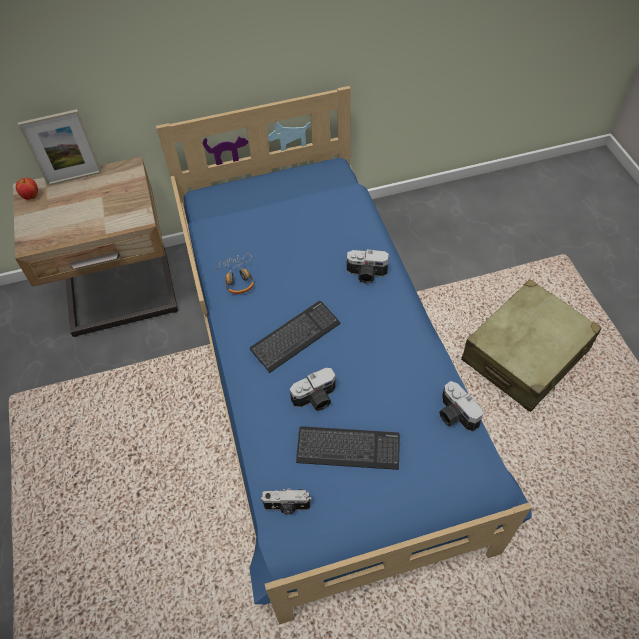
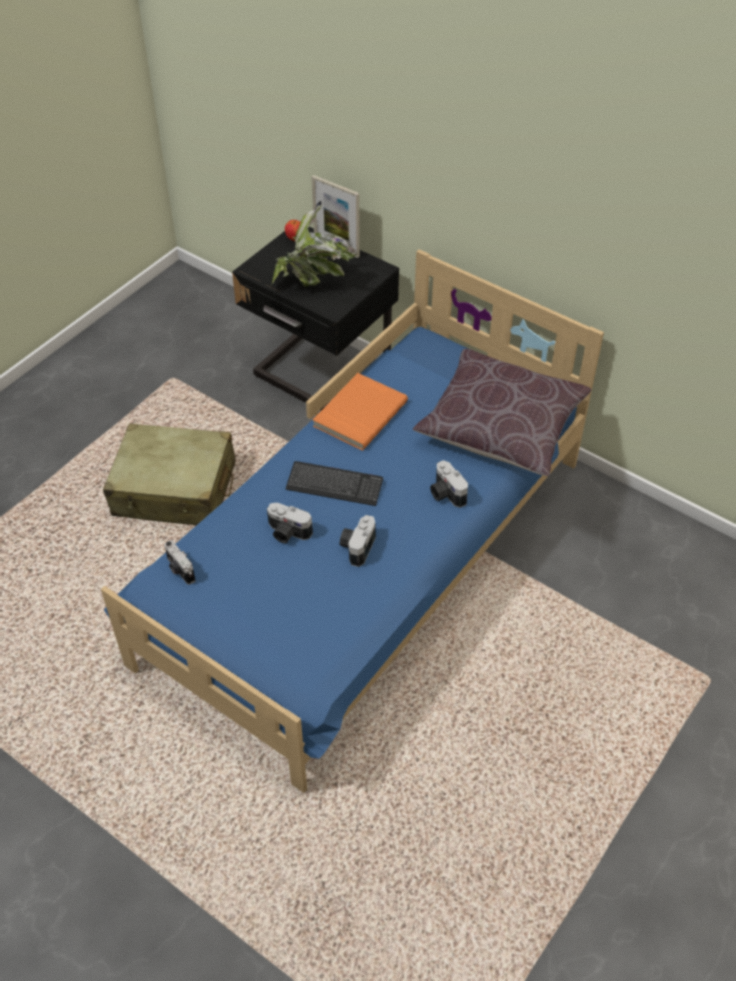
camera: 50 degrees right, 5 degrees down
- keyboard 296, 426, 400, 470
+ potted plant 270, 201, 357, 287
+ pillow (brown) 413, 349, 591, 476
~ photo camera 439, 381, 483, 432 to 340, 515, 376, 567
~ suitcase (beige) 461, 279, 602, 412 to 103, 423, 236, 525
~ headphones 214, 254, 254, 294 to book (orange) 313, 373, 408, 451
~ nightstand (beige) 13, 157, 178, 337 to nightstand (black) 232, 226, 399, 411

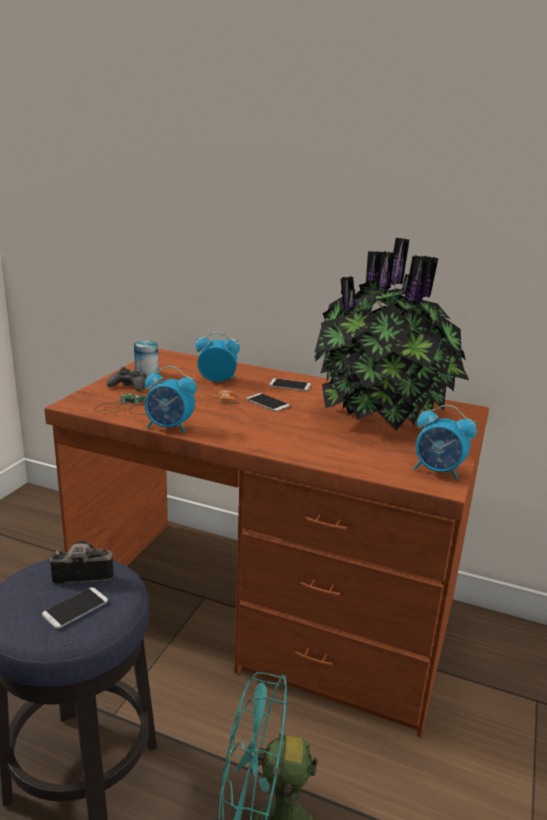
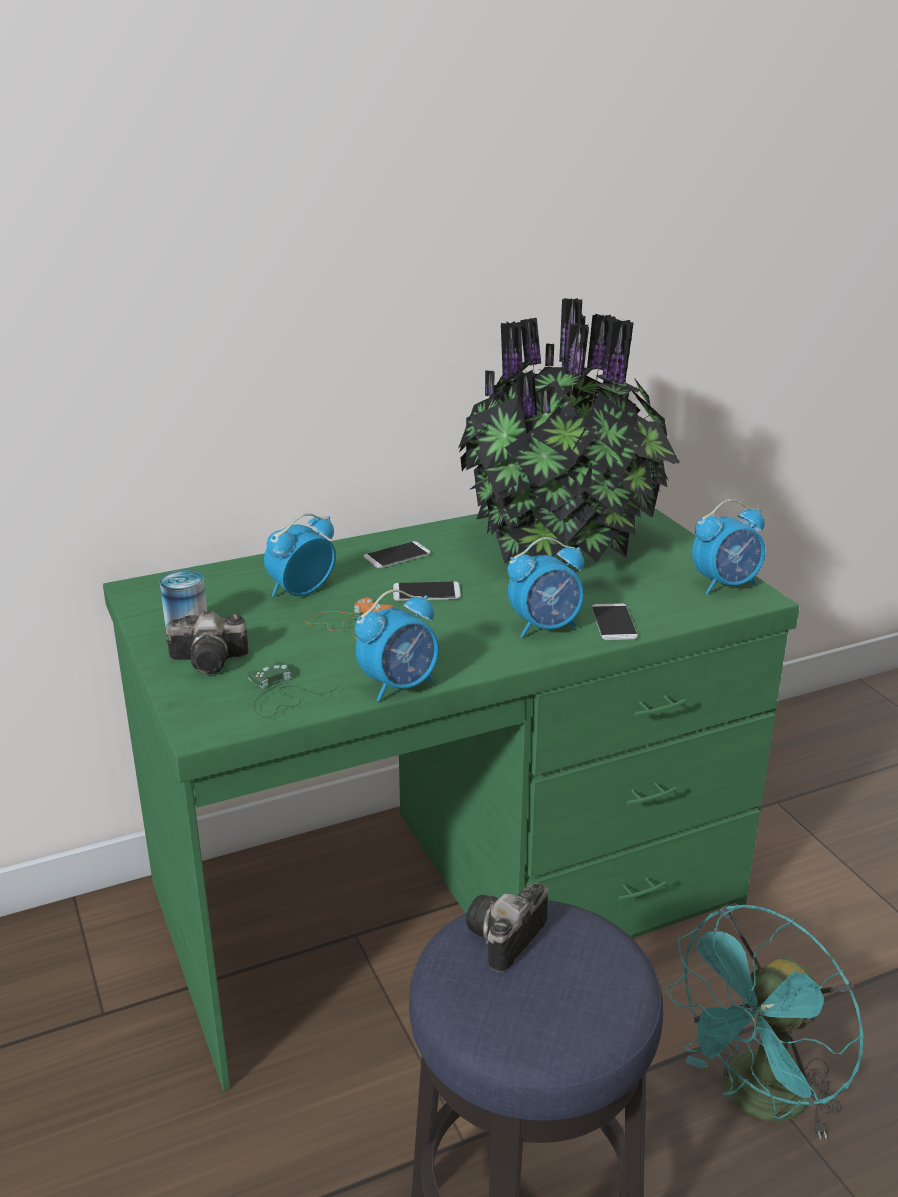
camera: 45 degrees left, 5 degrees up
+ alarm clock 508, 537, 584, 638
~ phone 42, 587, 108, 629 to 591, 603, 638, 640
~ game controller (black) 107, 367, 147, 392 to photo camera 166, 611, 249, 675
~ desk (brown) 44, 349, 489, 737 to desk (green) 103, 508, 799, 1090

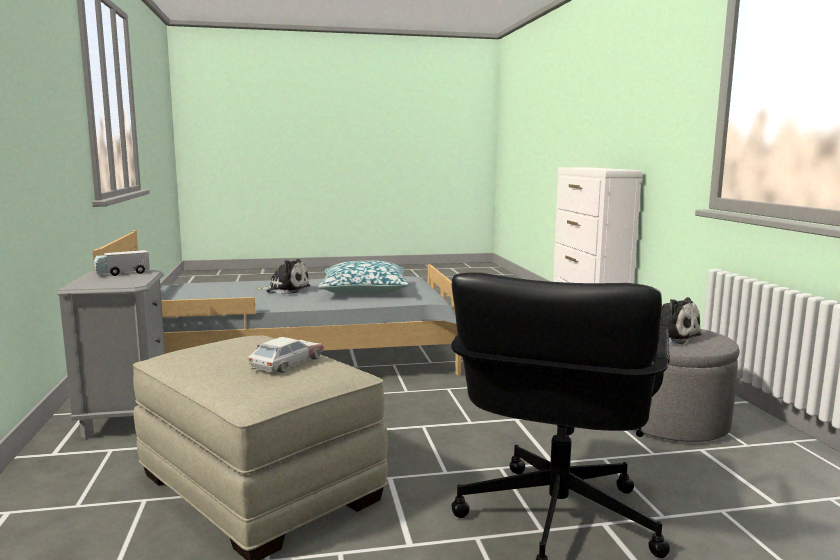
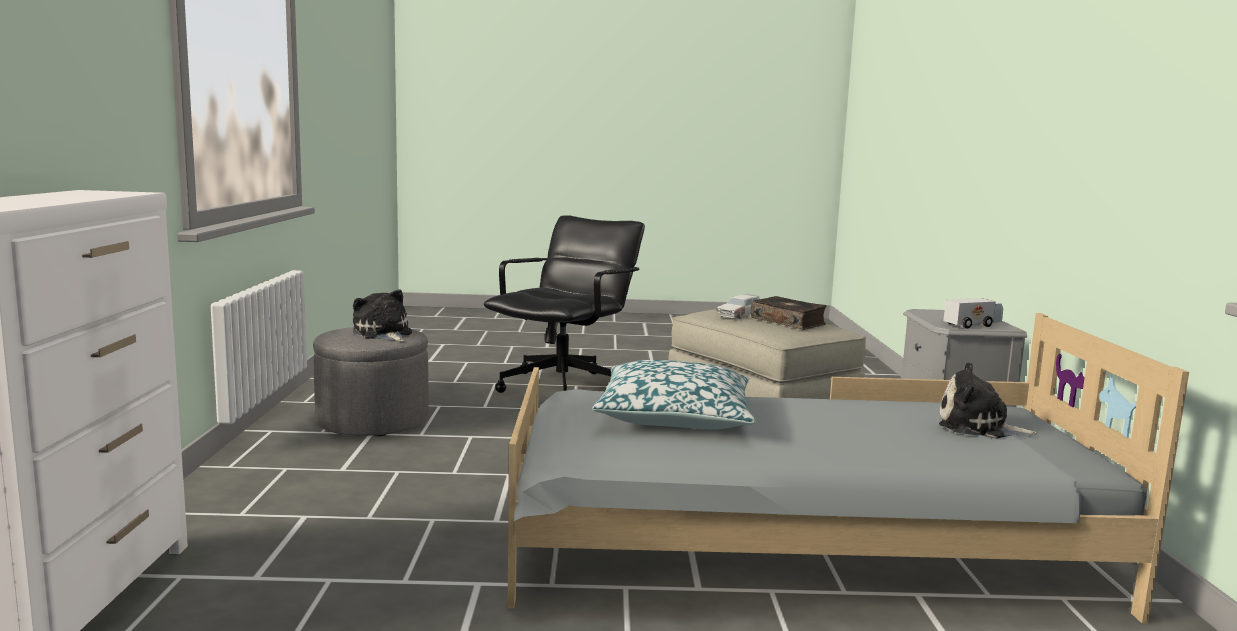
camera: 170 degrees left, 0 degrees up
+ book 751, 296, 827, 330
~ plush toy 258, 259, 310, 294 to 939, 363, 1037, 438

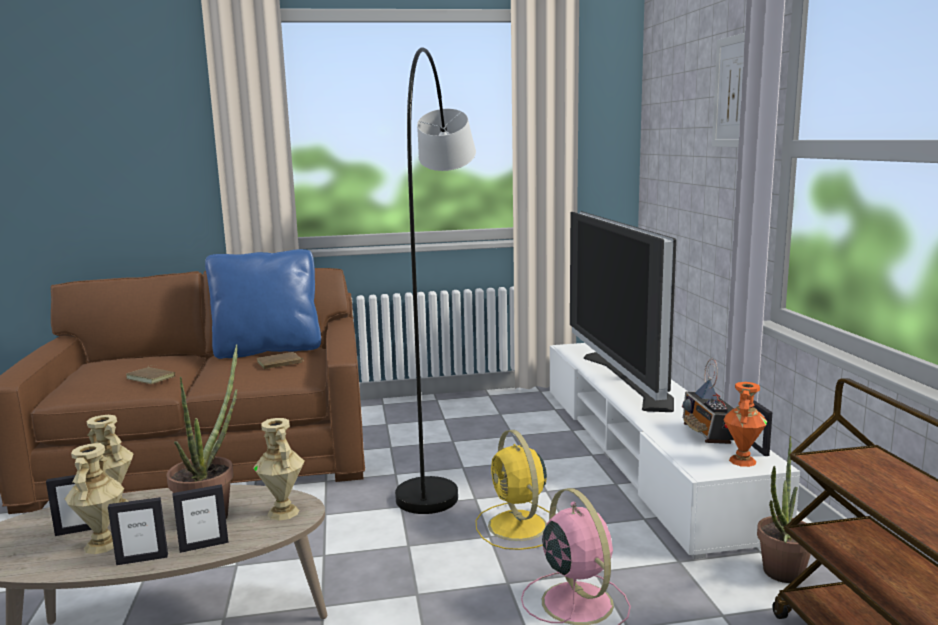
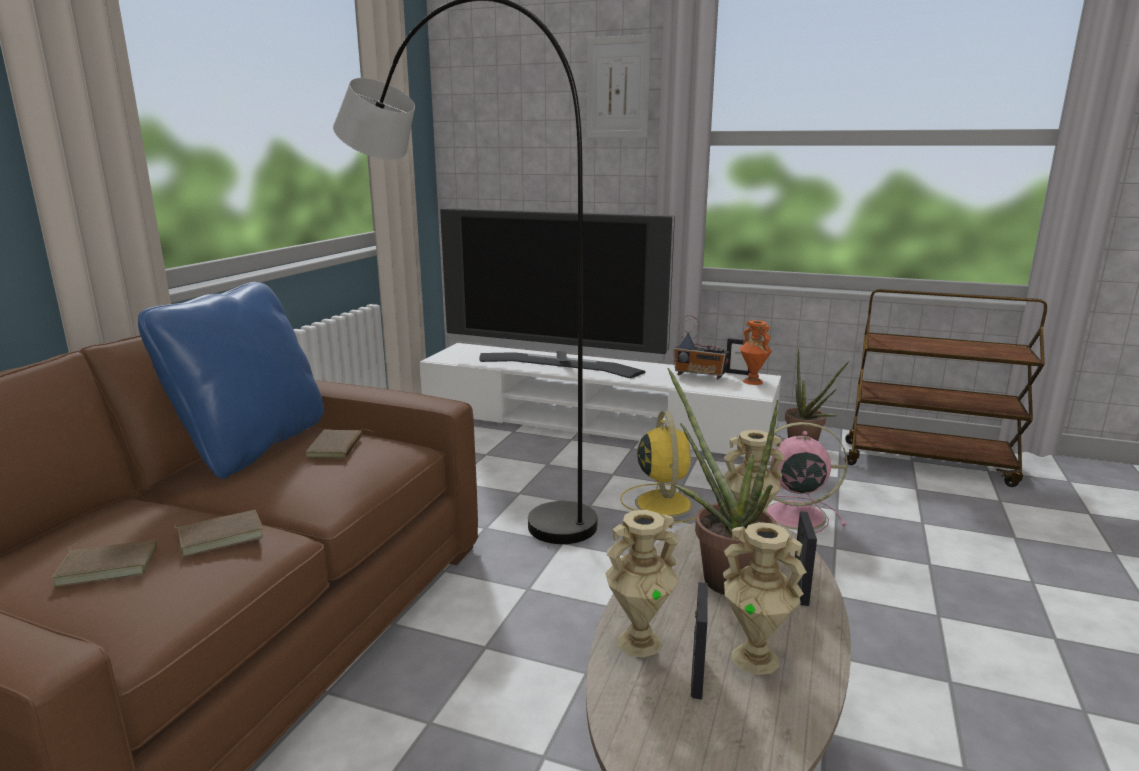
camera: 60 degrees left, 5 degrees up
- picture frame 108, 497, 168, 565
+ book (brown) 52, 540, 158, 587
~ fan (yellow) 476, 430, 550, 550 = 620, 411, 696, 523 105 degrees counterclockwise

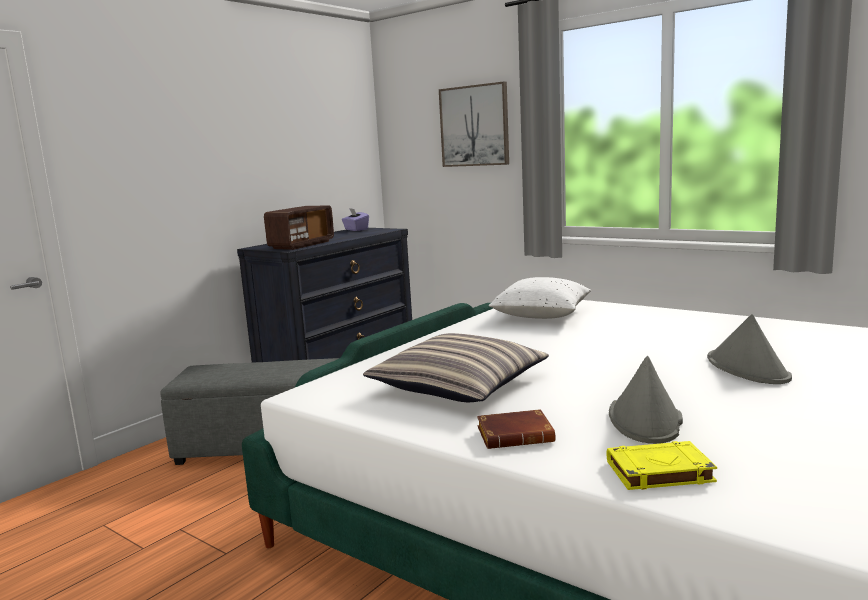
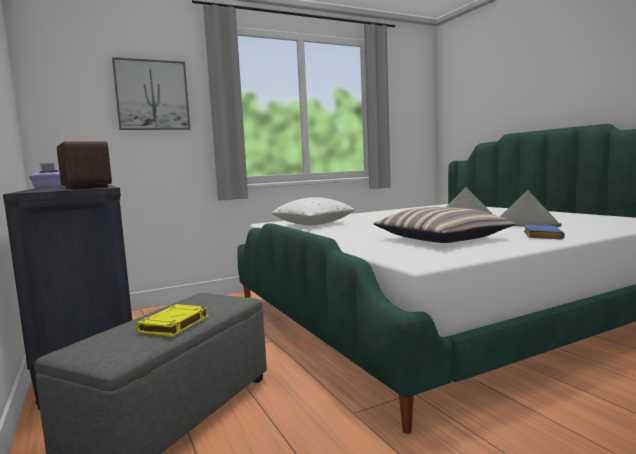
camera: 65 degrees left, 5 degrees down
~ book (yellow) 606, 441, 717, 490 to 136, 304, 209, 337
~ book (brown) 477, 409, 555, 449 to book (blue) 524, 225, 565, 239

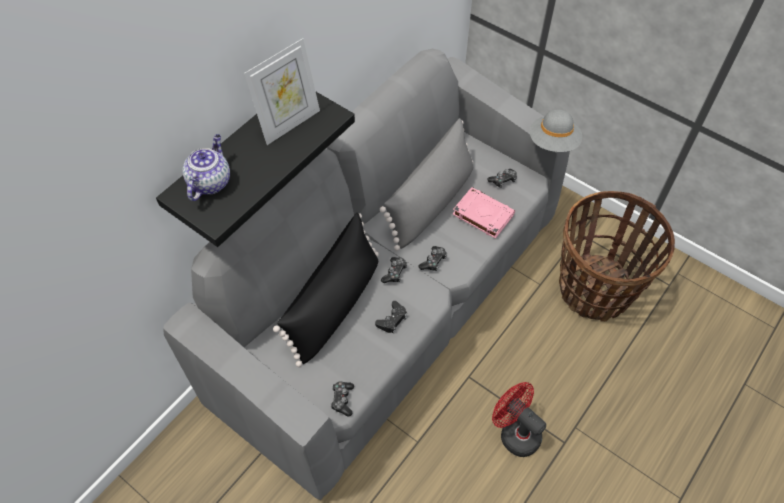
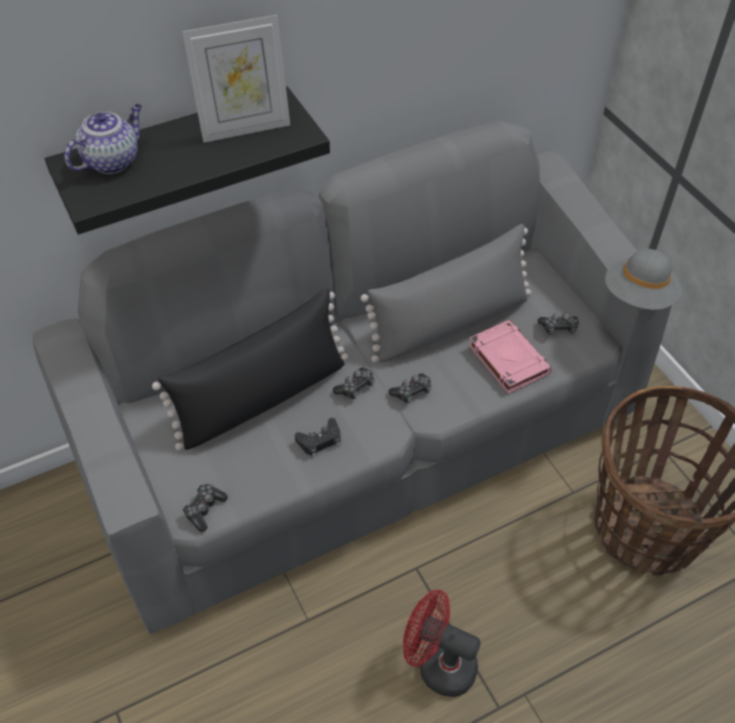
camera: 25 degrees right, 5 degrees down
~ fan (red) 492, 382, 546, 457 = 403, 589, 481, 697 45 degrees counterclockwise

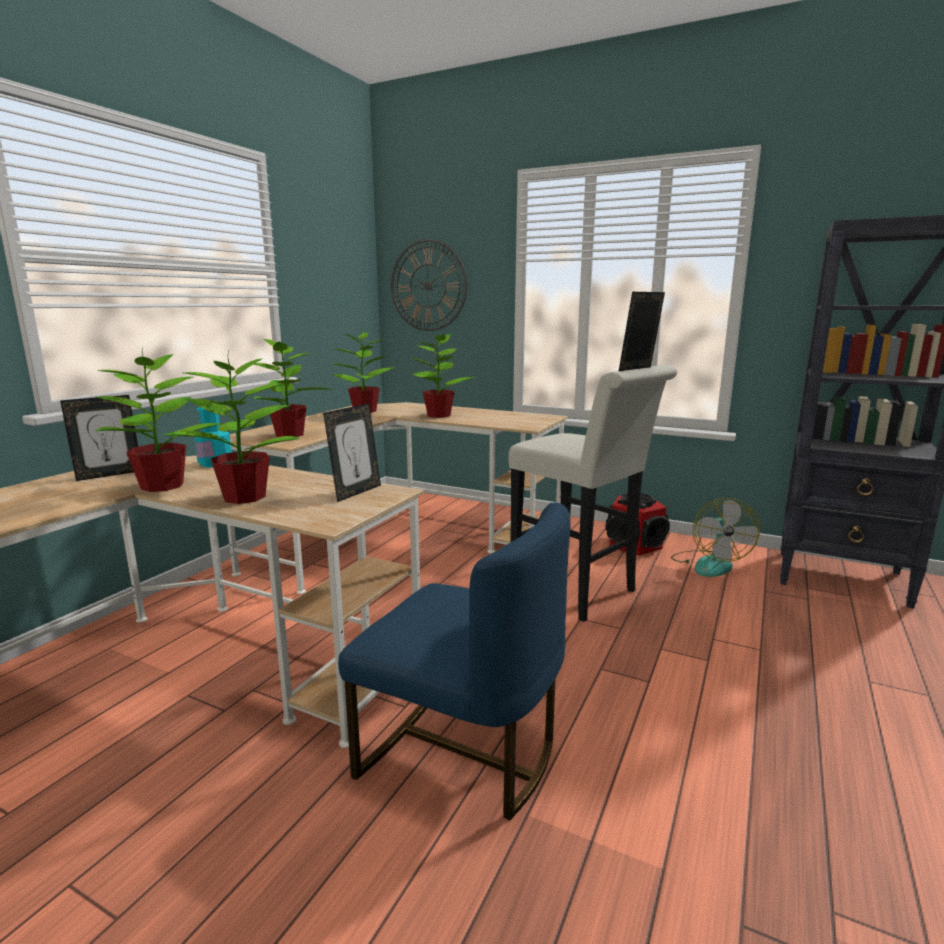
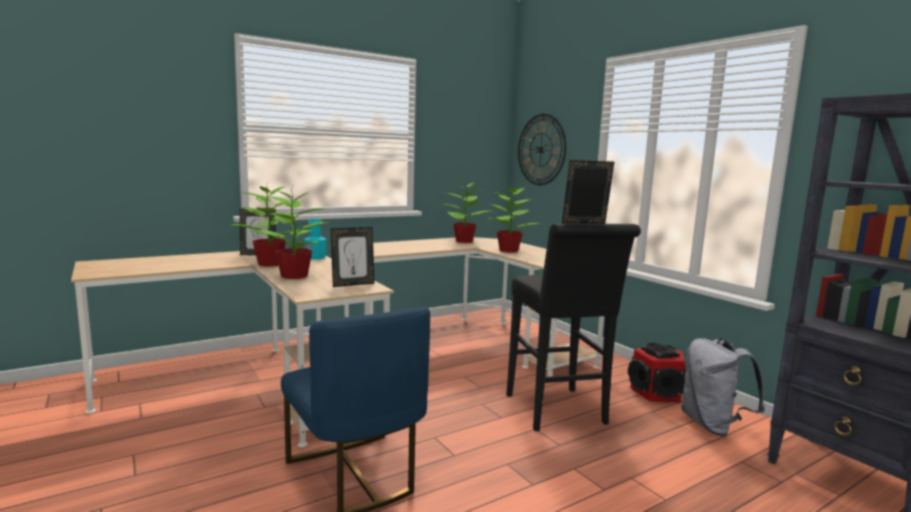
camera: 30 degrees right, 5 degrees down
- potted plant 253, 334, 334, 437
~ fan 671, 498, 760, 577 to backpack (grey) 681, 338, 765, 436
~ stool (white) 509, 365, 677, 622 to stool (black) 506, 223, 641, 431

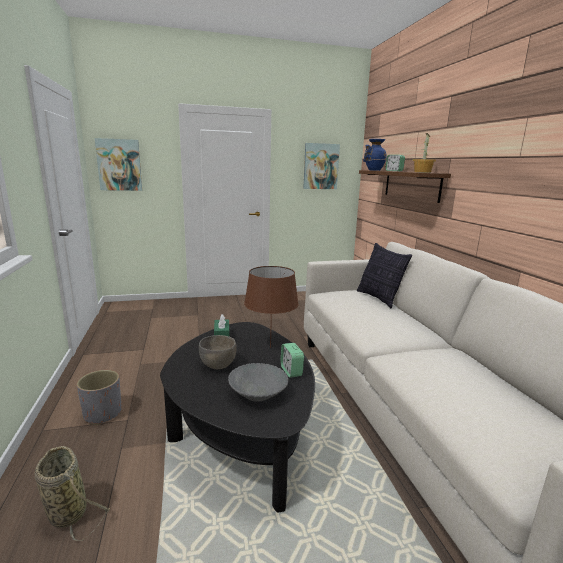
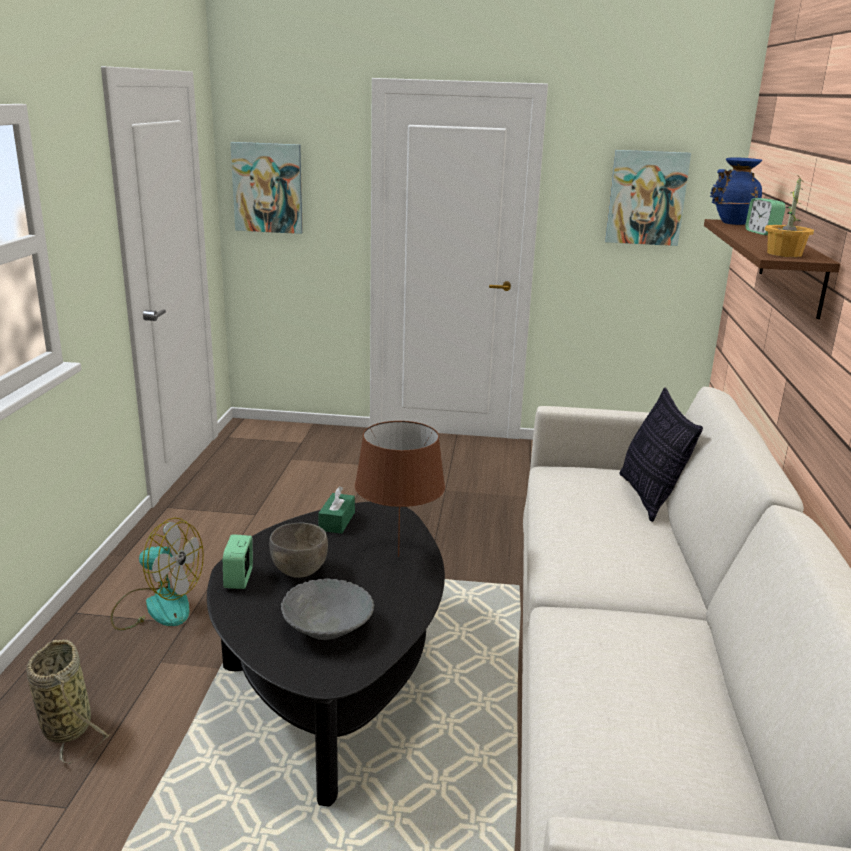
camera: 20 degrees right, 5 degrees up
~ alarm clock 280, 343, 304, 378 to 223, 534, 253, 589
~ planter (grey) 77, 370, 122, 425 to fan 111, 517, 204, 630

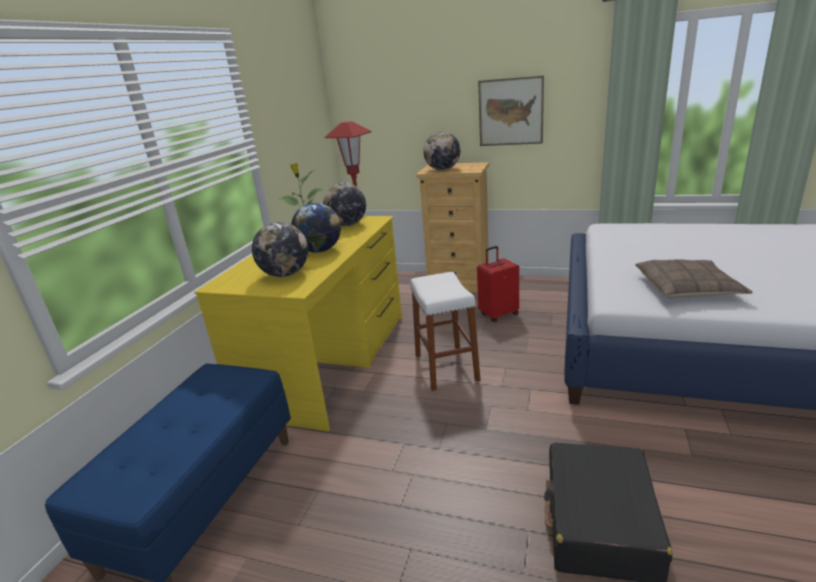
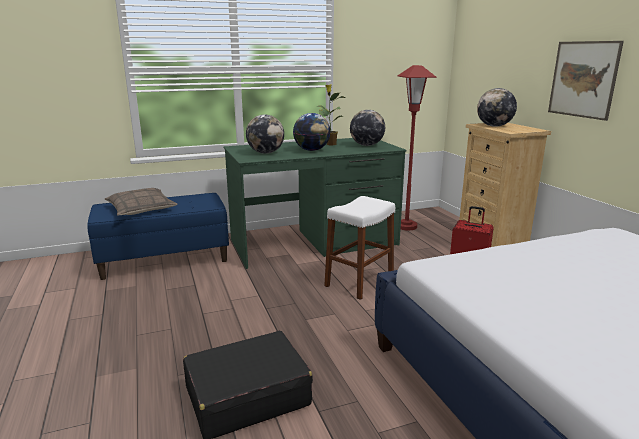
camera: 50 degrees right, 5 degrees down
~ pillow 635, 259, 753, 298 to 105, 188, 177, 215
~ desk (yellow) 194, 216, 402, 432 to desk (green) 223, 138, 407, 269

